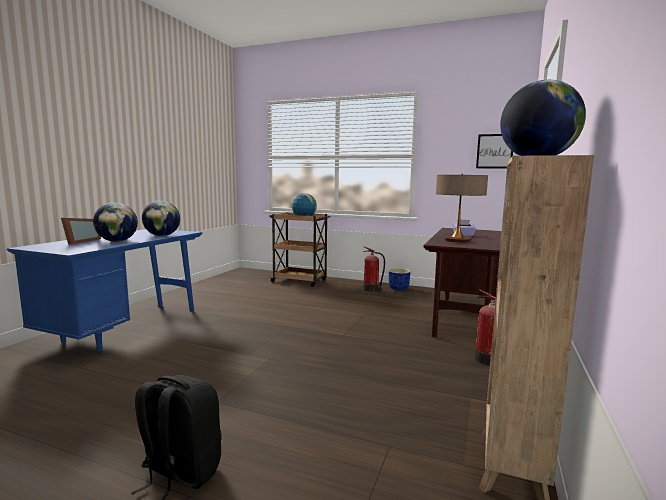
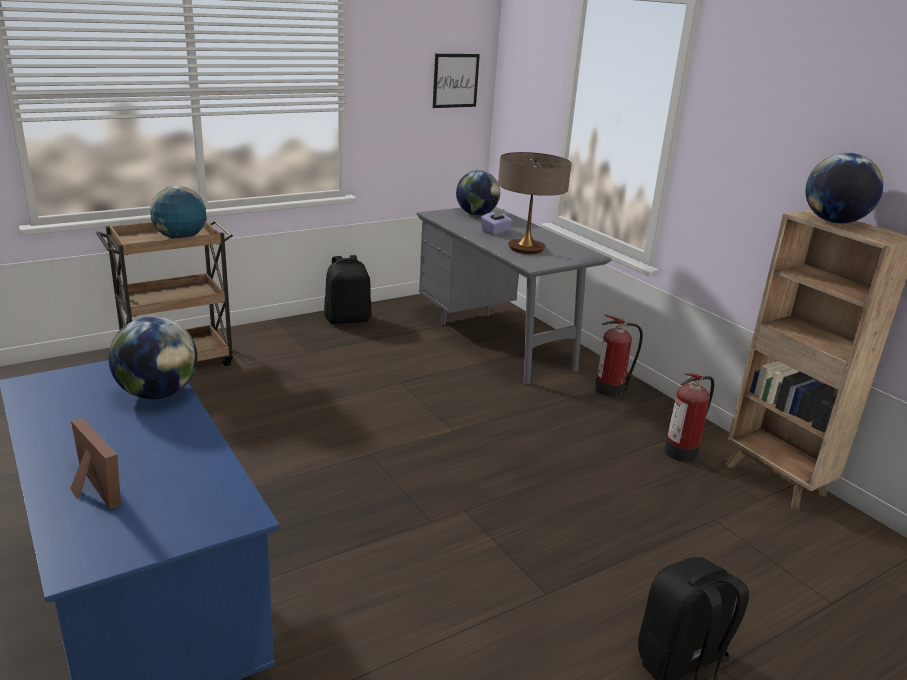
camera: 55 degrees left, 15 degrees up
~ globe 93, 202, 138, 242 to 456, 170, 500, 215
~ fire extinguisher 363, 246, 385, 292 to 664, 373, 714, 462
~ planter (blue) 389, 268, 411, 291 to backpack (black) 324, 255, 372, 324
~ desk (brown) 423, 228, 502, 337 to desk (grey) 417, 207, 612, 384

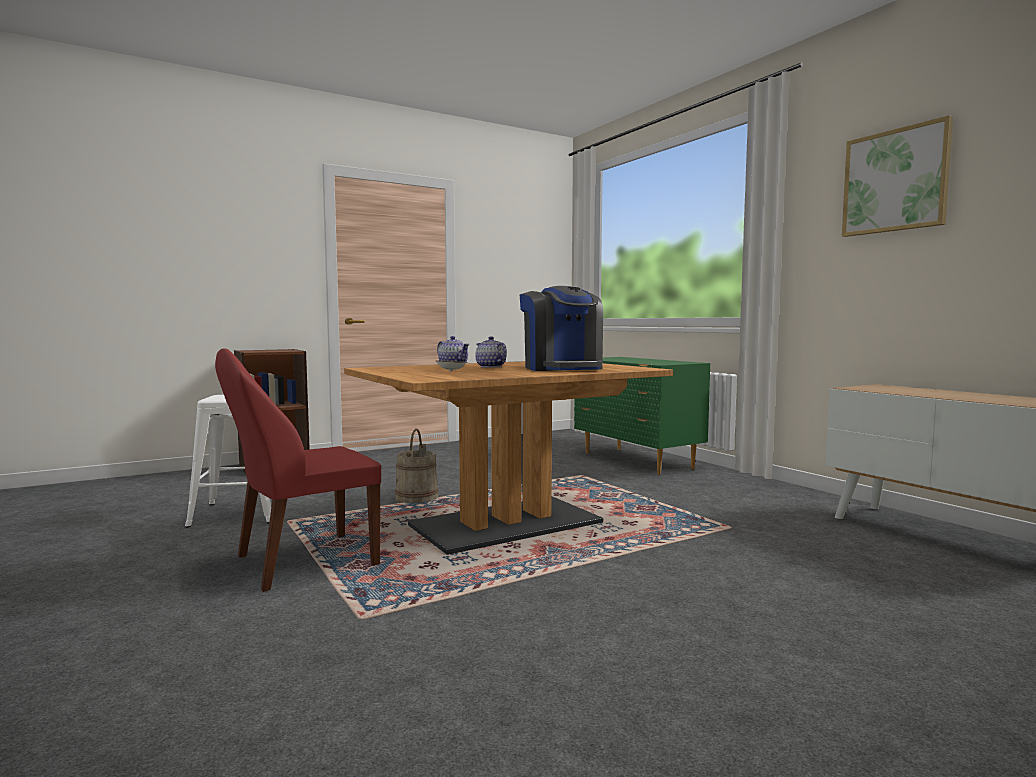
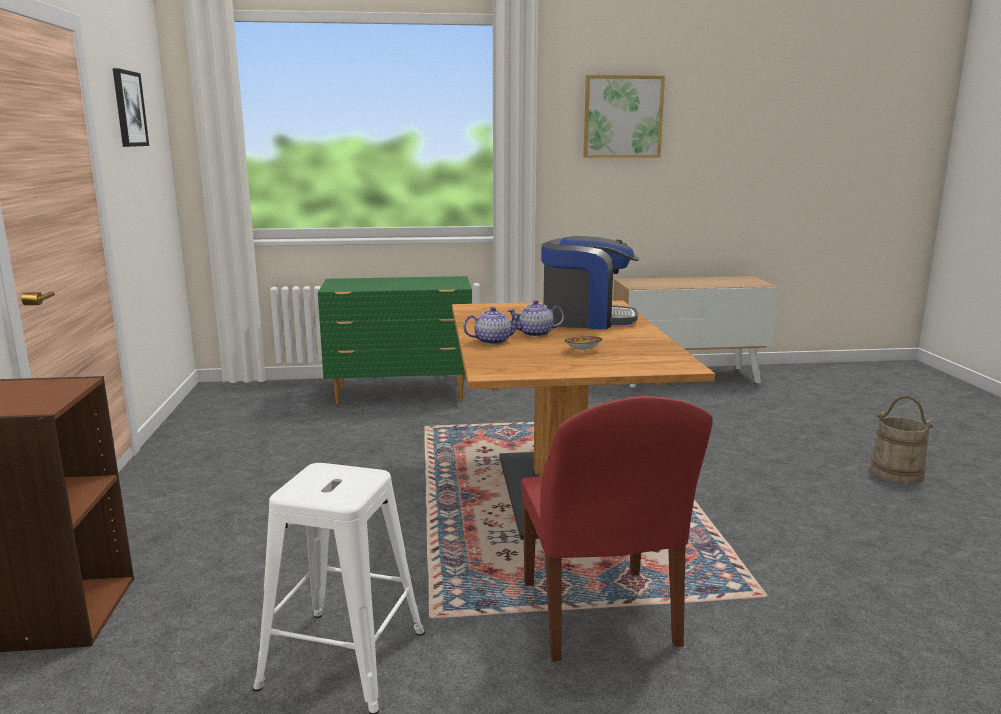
camera: 65 degrees left, 10 degrees up
+ picture 113, 68, 149, 147
~ bucket (beige) 395, 428, 439, 503 to 870, 396, 935, 483

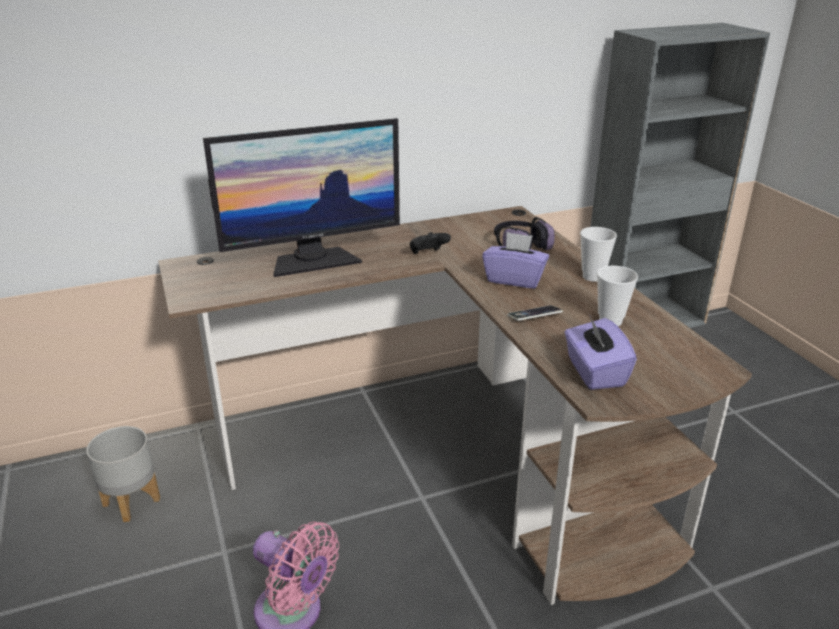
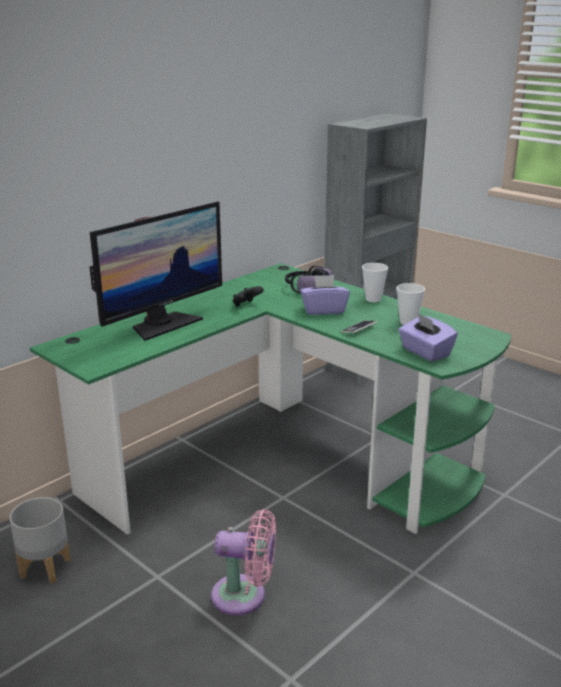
camera: 25 degrees left, 5 degrees down
~ desk (brown) 158, 206, 752, 605 to desk (green) 30, 263, 512, 535

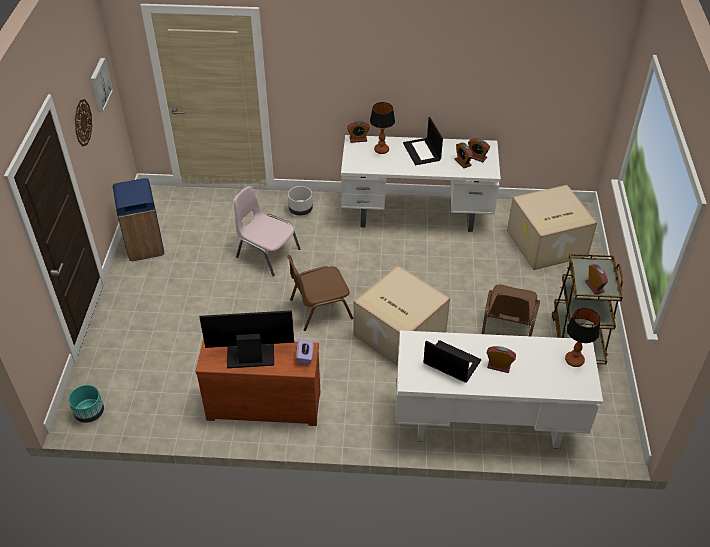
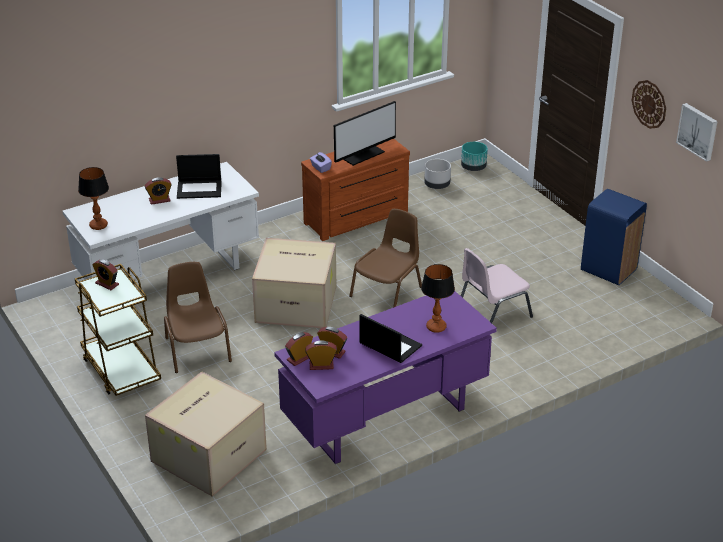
camera: 145 degrees right, 10 degrees down
~ planter (grey) 288, 186, 313, 216 to 424, 159, 451, 189
~ alarm clock 347, 121, 370, 143 to 285, 332, 313, 366
~ desk (white) 341, 135, 501, 232 to desk (purple) 274, 291, 497, 464
~ chair (pink) 233, 186, 300, 276 = 461, 248, 533, 323 150 degrees clockwise

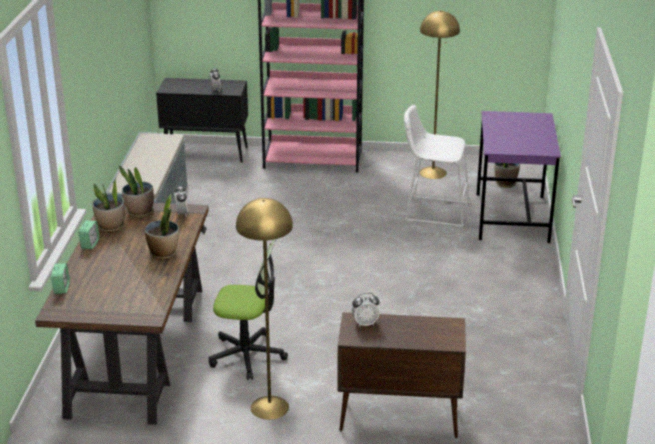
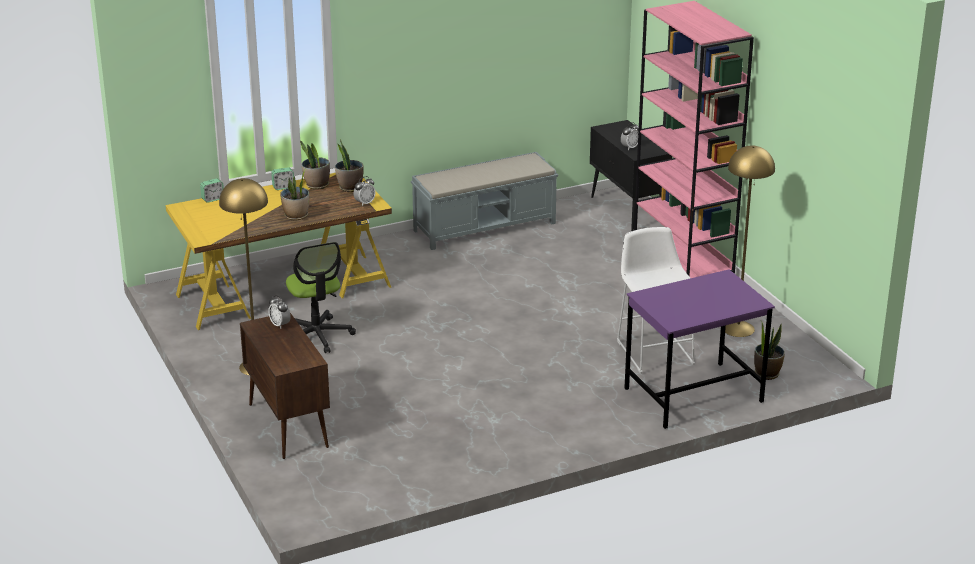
camera: 60 degrees right, 0 degrees up
~ desk (brown) 35, 203, 209, 425 to desk (yellow) 166, 173, 392, 330

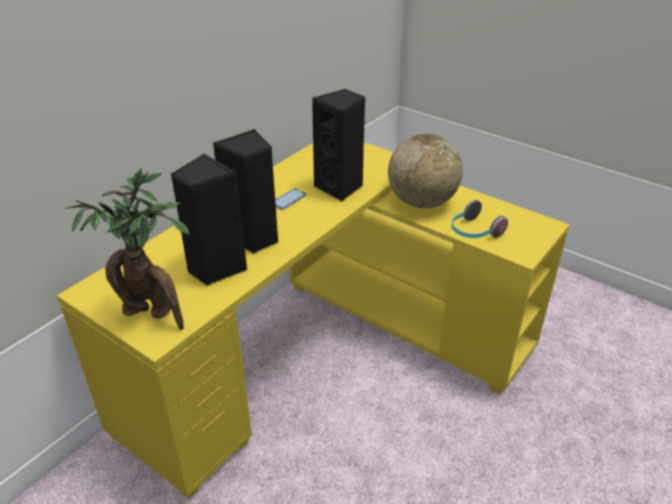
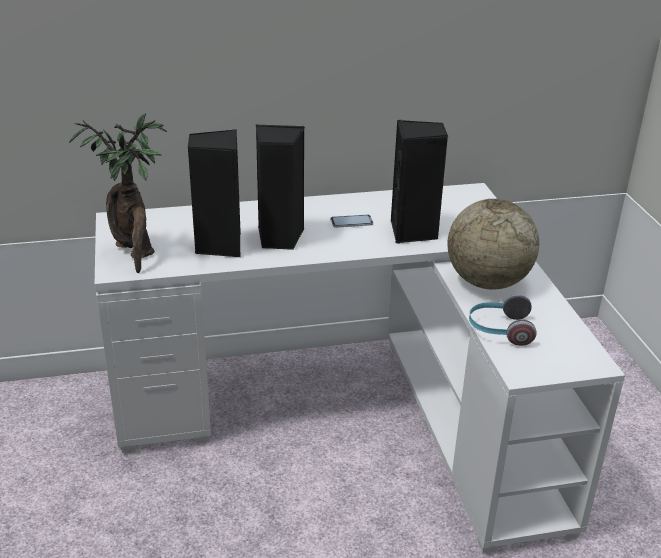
camera: 40 degrees right, 5 degrees down
~ desk (yellow) 57, 142, 570, 499 to desk (white) 95, 183, 625, 553

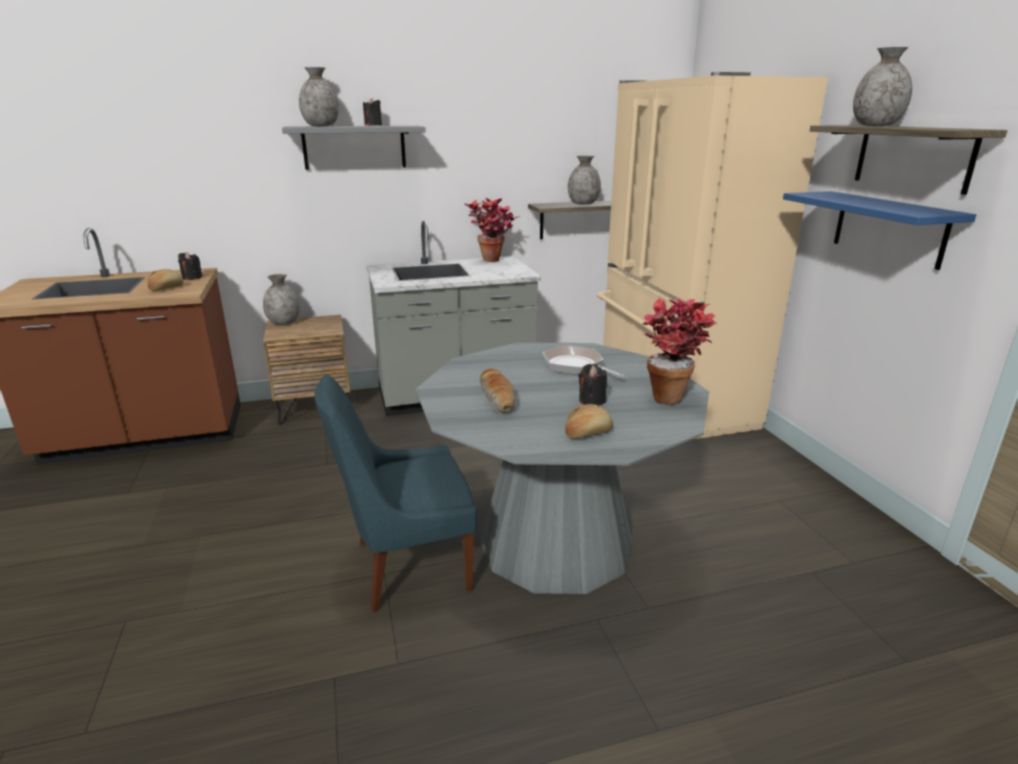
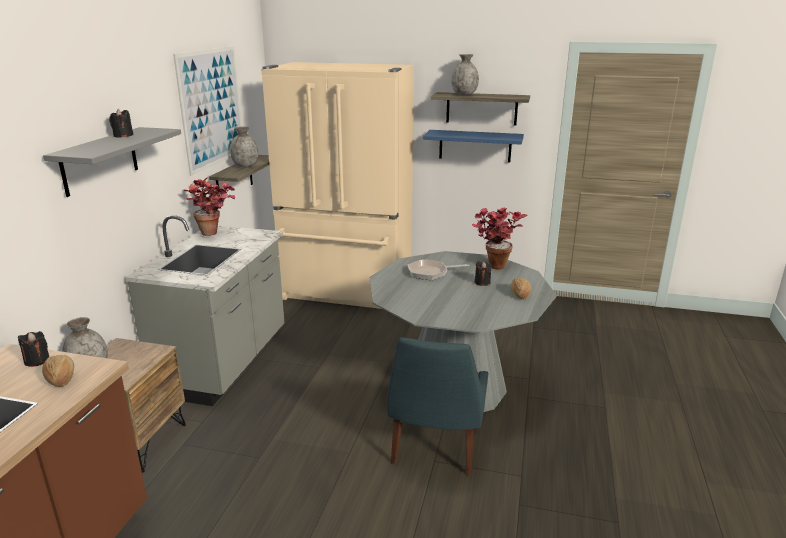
camera: 60 degrees left, 0 degrees up
- vase (grey) 299, 67, 339, 126
- bread 480, 369, 515, 413
+ picture 173, 46, 242, 176

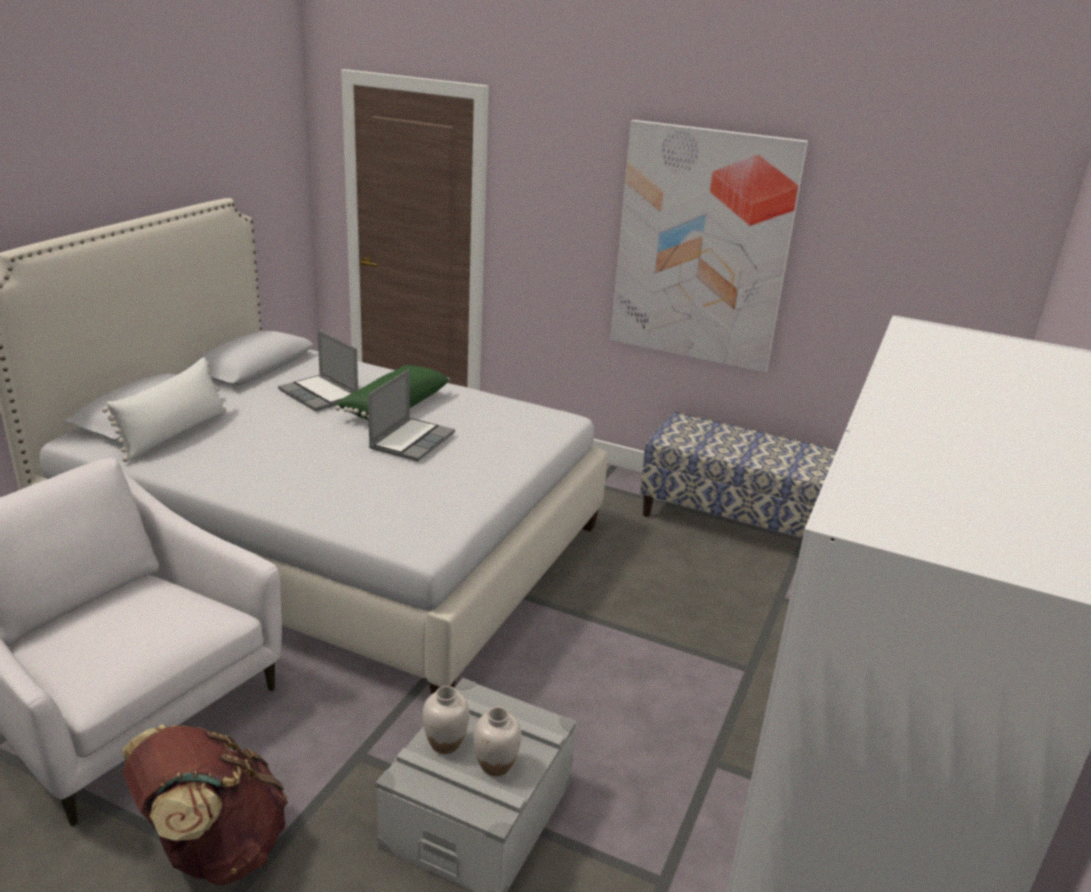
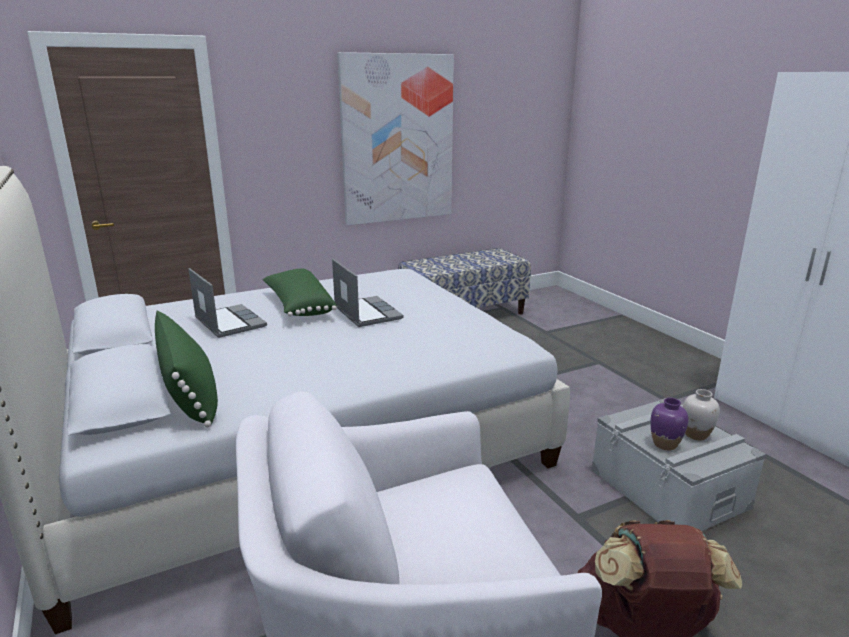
camera: 50 degrees left, 5 degrees down
~ pillow (white) 102, 357, 226, 462 to pillow (green) 155, 311, 218, 428
~ vase (white) 422, 686, 469, 754 to vase (purple) 650, 398, 688, 450
~ laptop 278, 330, 358, 411 = 188, 268, 267, 338 120 degrees counterclockwise

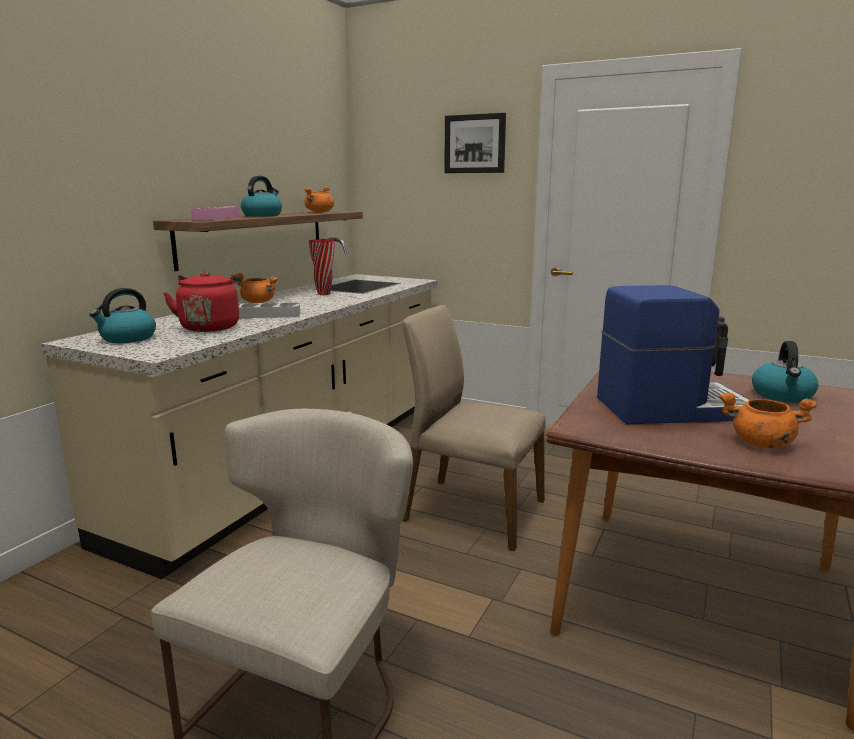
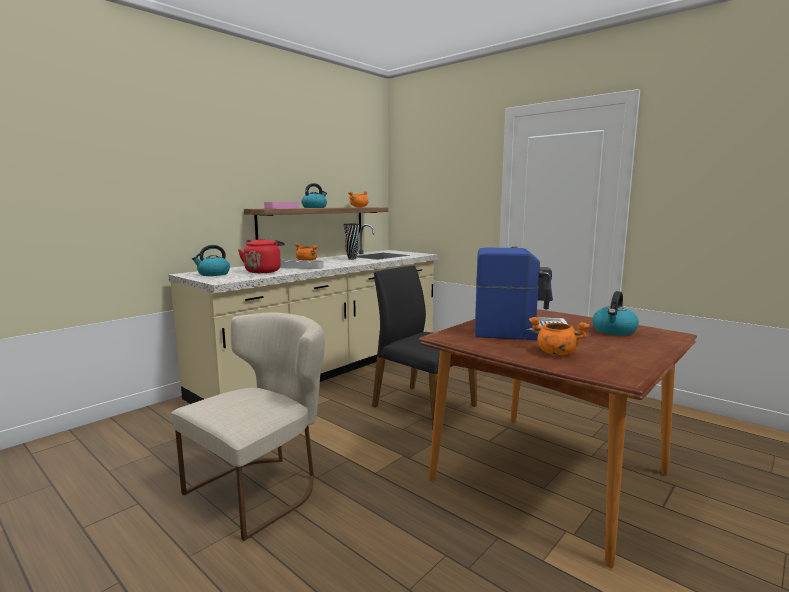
camera: 15 degrees right, 5 degrees down
- picture 444, 113, 506, 173
~ vase (red) 309, 239, 335, 295 to vase (black) 344, 223, 360, 260
~ chair (beige) 402, 305, 546, 551 to chair (black) 372, 266, 477, 431

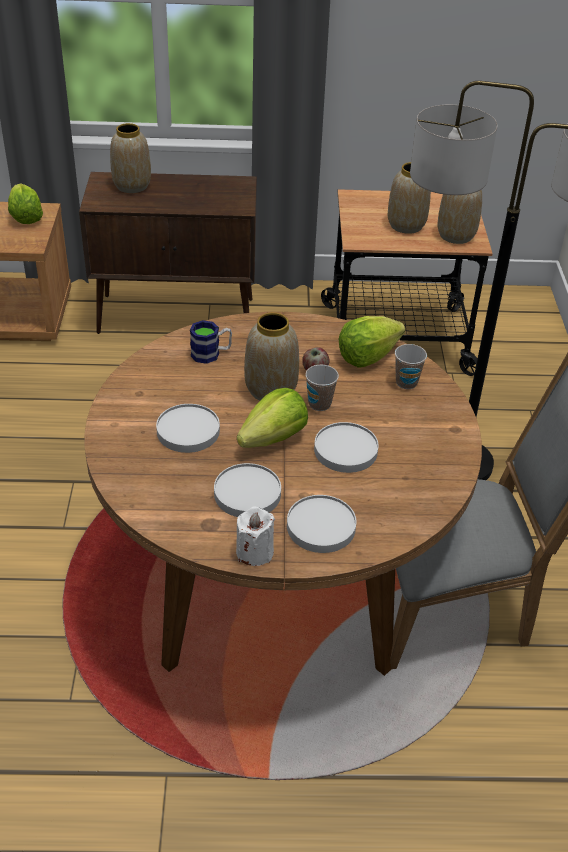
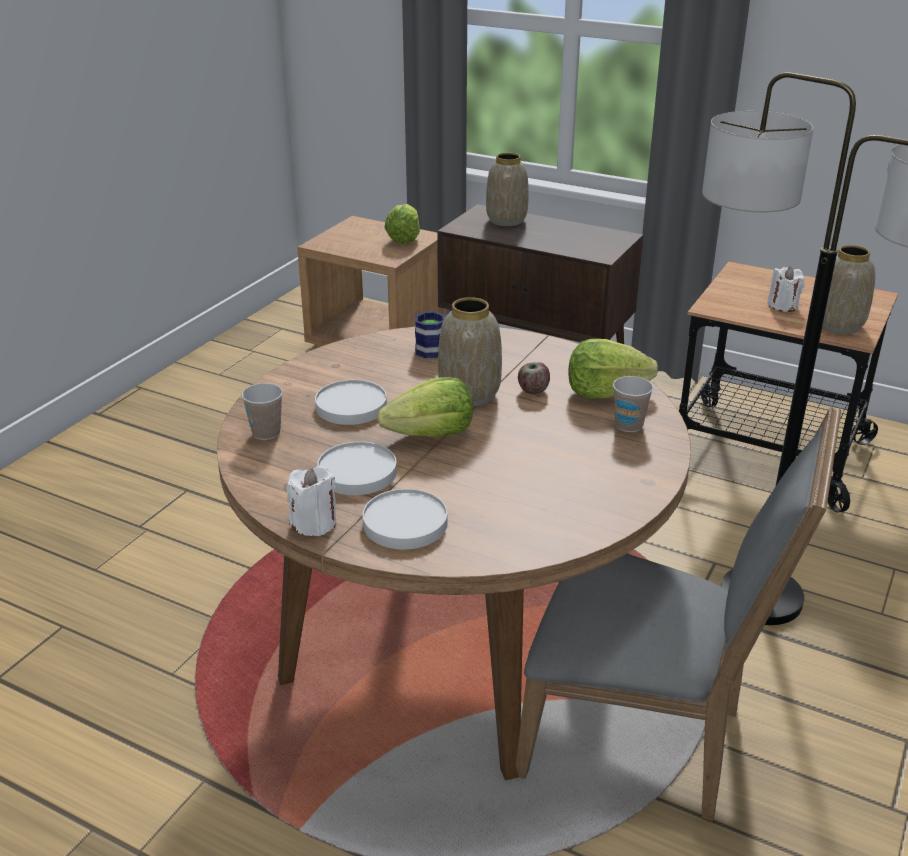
camera: 30 degrees right, 10 degrees down
- plate (white) 314, 422, 379, 473
~ cup 305, 365, 339, 411 to 241, 383, 283, 440
~ vase 388, 162, 431, 234 to candle (white) 767, 267, 805, 312

